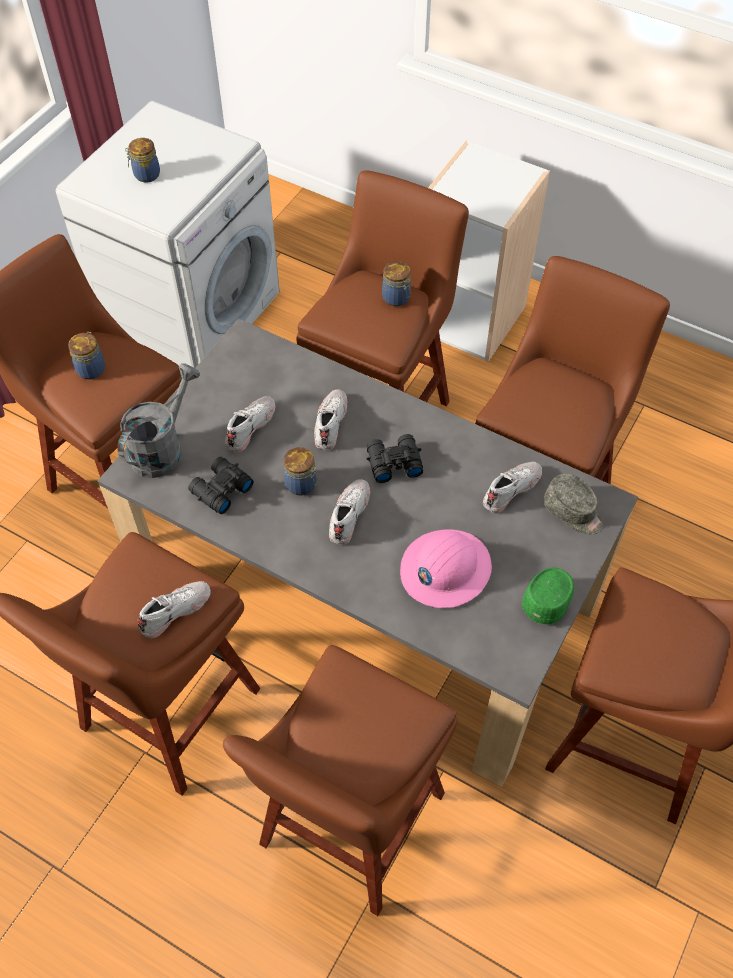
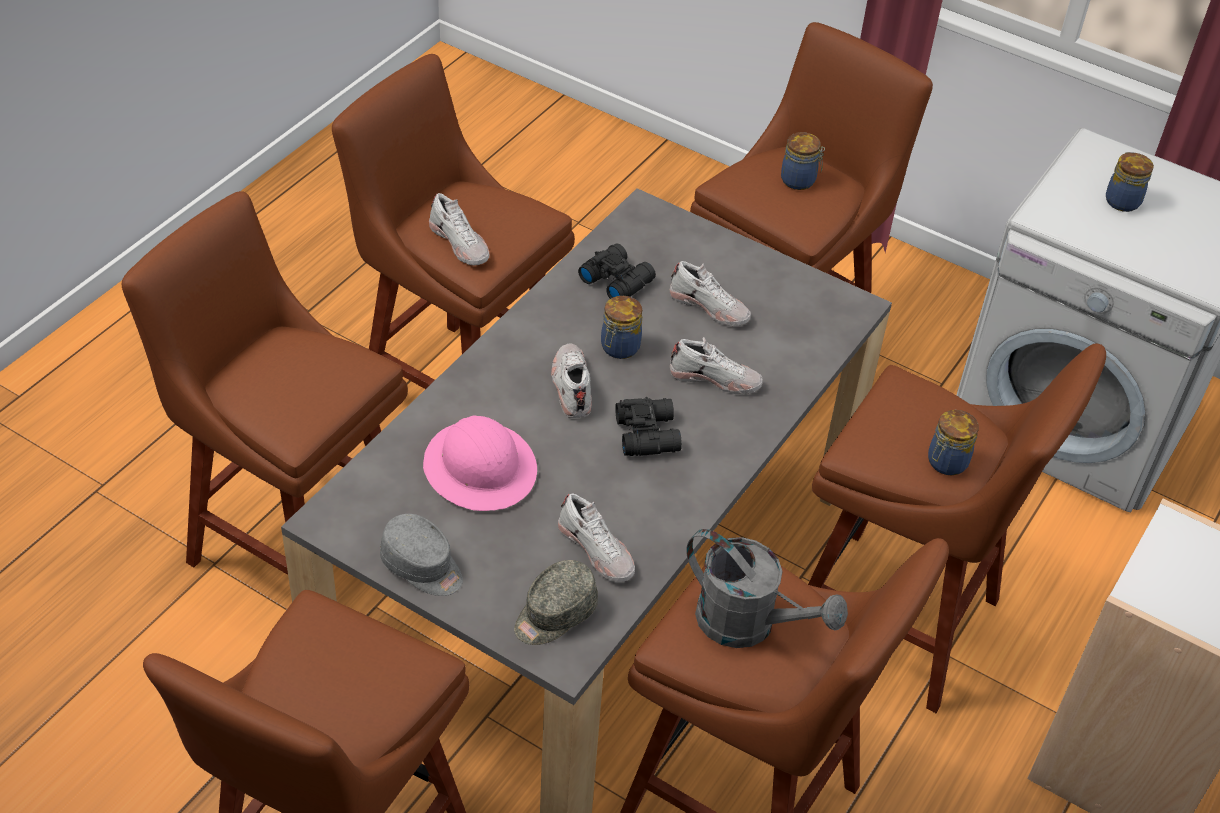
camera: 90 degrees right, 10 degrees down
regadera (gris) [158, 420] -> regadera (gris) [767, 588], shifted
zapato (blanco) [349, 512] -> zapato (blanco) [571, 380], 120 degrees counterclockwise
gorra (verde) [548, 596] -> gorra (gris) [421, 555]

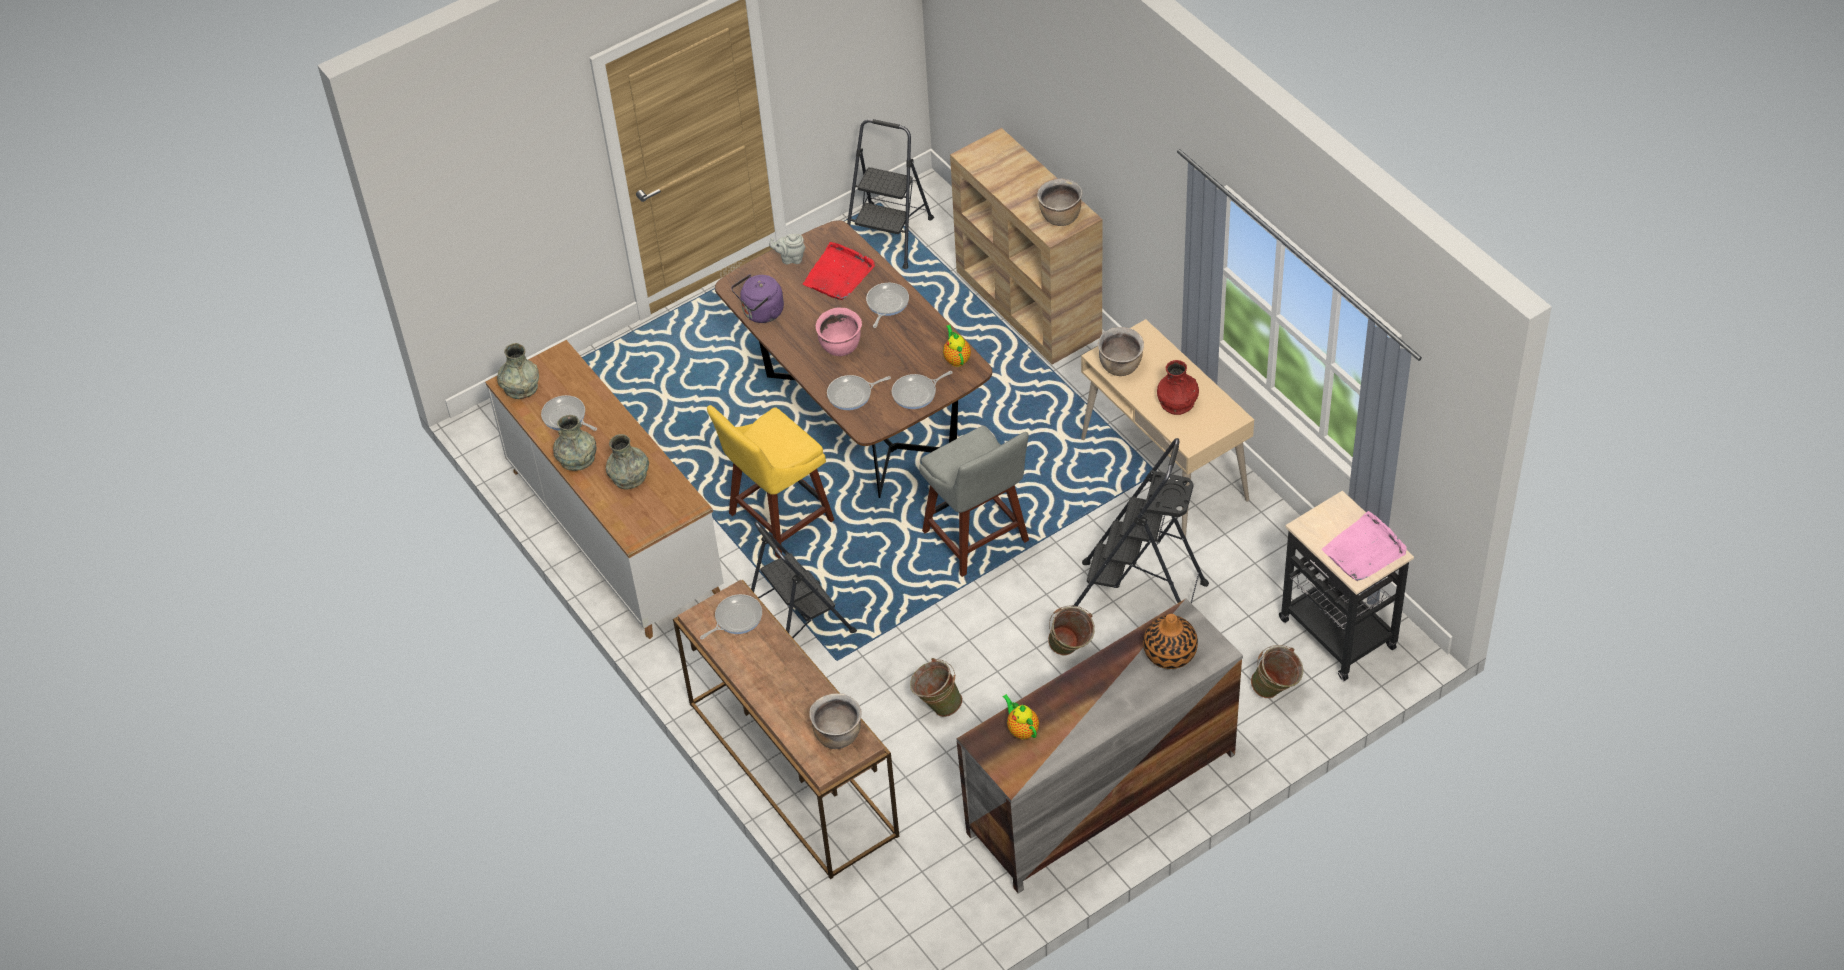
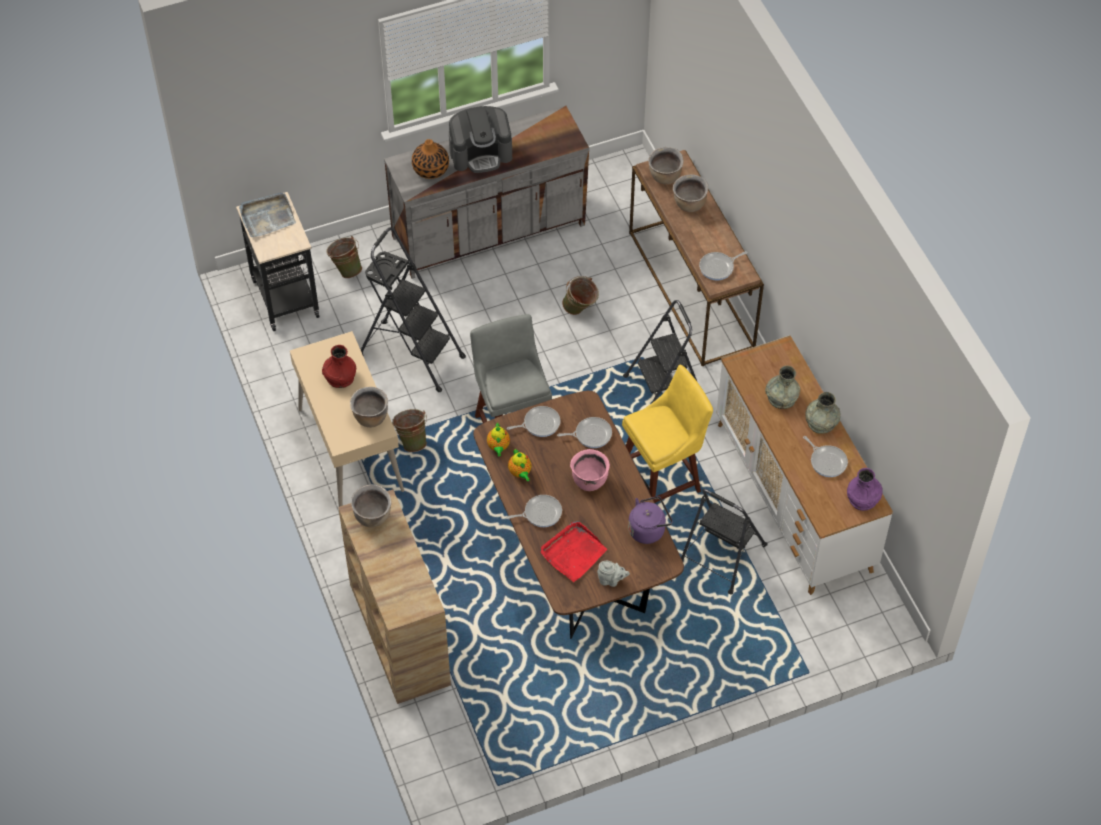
camera: 170 degrees left, 5 degrees up
escalera de tijera (negro) [890, 194] -> escalera de tijera (negro) [724, 541], shifted
sartén [887, 305] -> sartén [534, 511], 135 degrees counterclockwise
florero (gris) [518, 371] -> florero (morado) [865, 489]
bandeja (rosa) [1364, 546] -> bandeja (gris) [267, 215]
cubo (verde) [1071, 631] -> cubo (verde) [409, 430], shifted
tetera [1020, 717] -> tetera [520, 465], shifted
none -> cafetera [480, 139]
none -> olla (marrón) [690, 193]

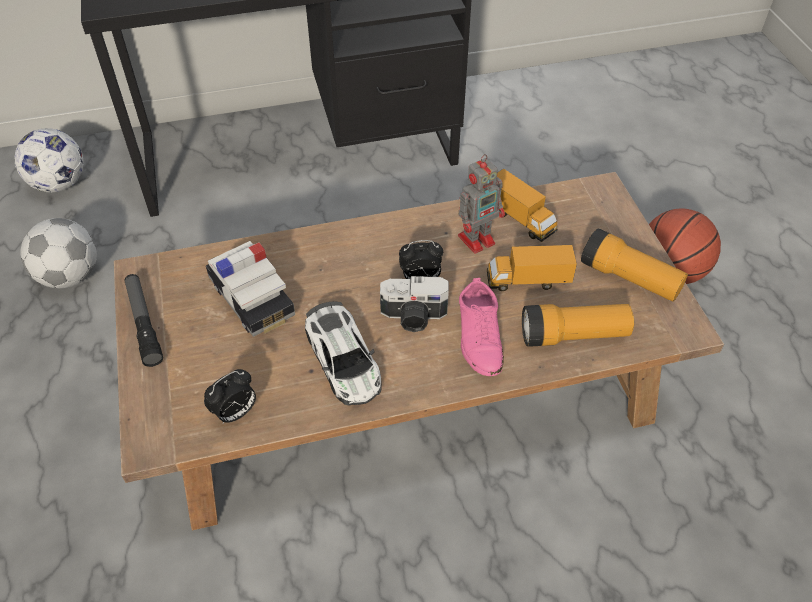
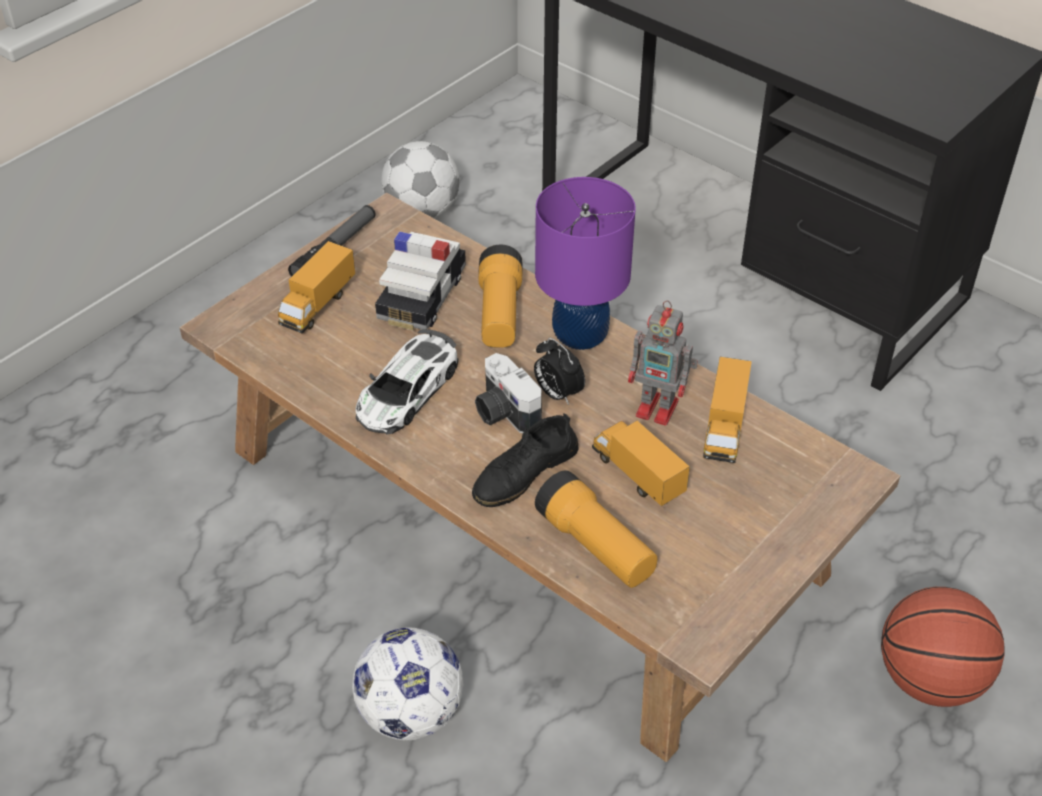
camera: 55 degrees right, 5 degrees down
balón de fútbol [49, 160] -> balón de fútbol [407, 684], shifted
linterna [634, 265] -> linterna [500, 296], shifted
zapato (rosa) [481, 327] -> zapato (negro) [525, 460]
despertador [230, 396] -> none
none -> lámpara de mesa (morado) [585, 263]
none -> camión de juguete [316, 287]

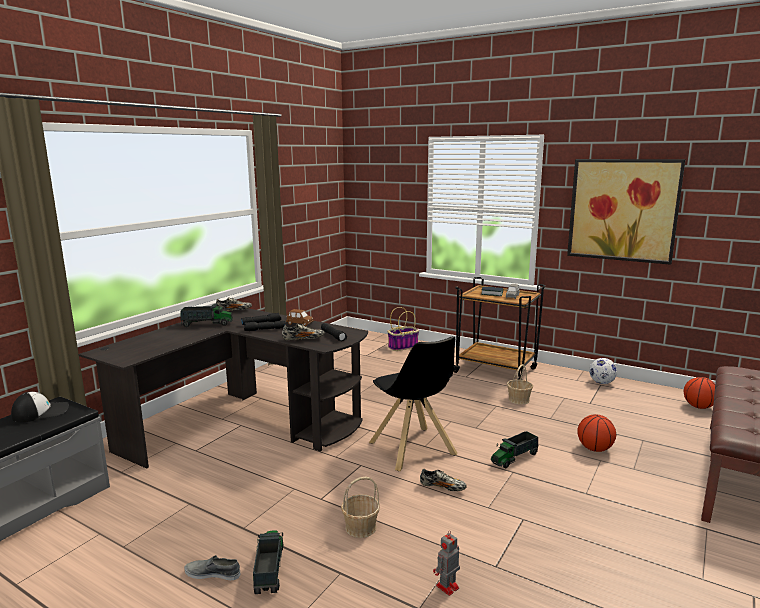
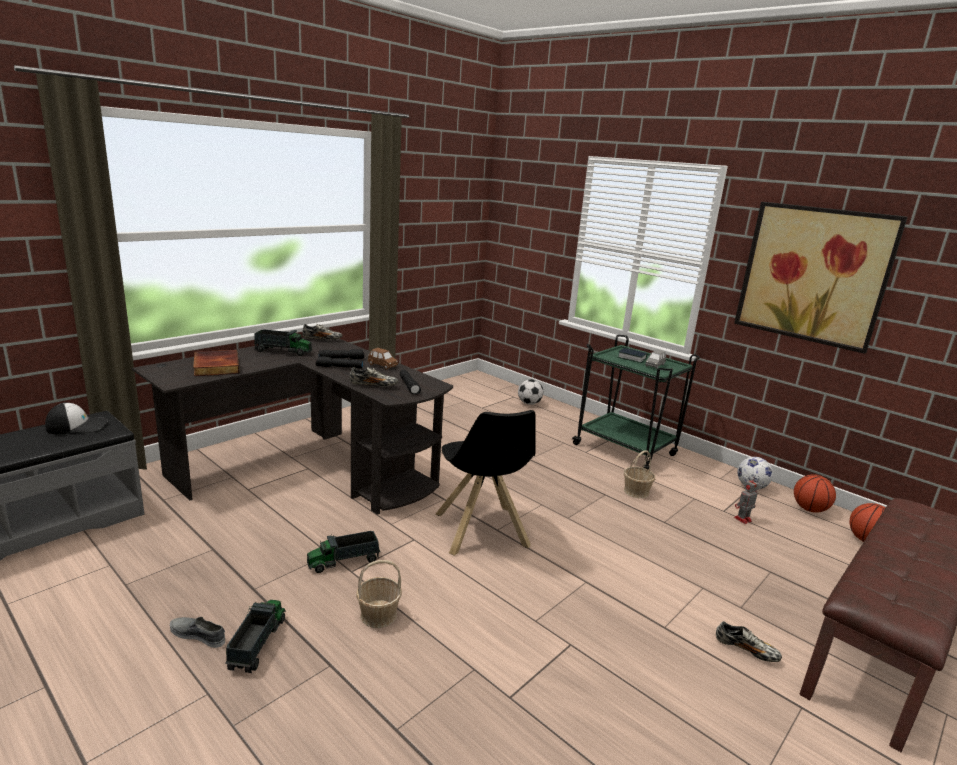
camera: 10 degrees right, 5 degrees up
carrito (marrón) [499, 328] -> carrito (verde) [635, 402]
cesta [403, 329] -> balón de fútbol [530, 392]
balón de baloncesto [596, 433] -> balón de baloncesto [815, 494], shifted
camión de juguete [515, 449] -> camión de juguete [344, 552], shifted
zapato [443, 480] -> zapato [749, 641], shifted
robot de juguete [446, 563] -> robot de juguete [746, 501], shifted
none -> libro [216, 363]

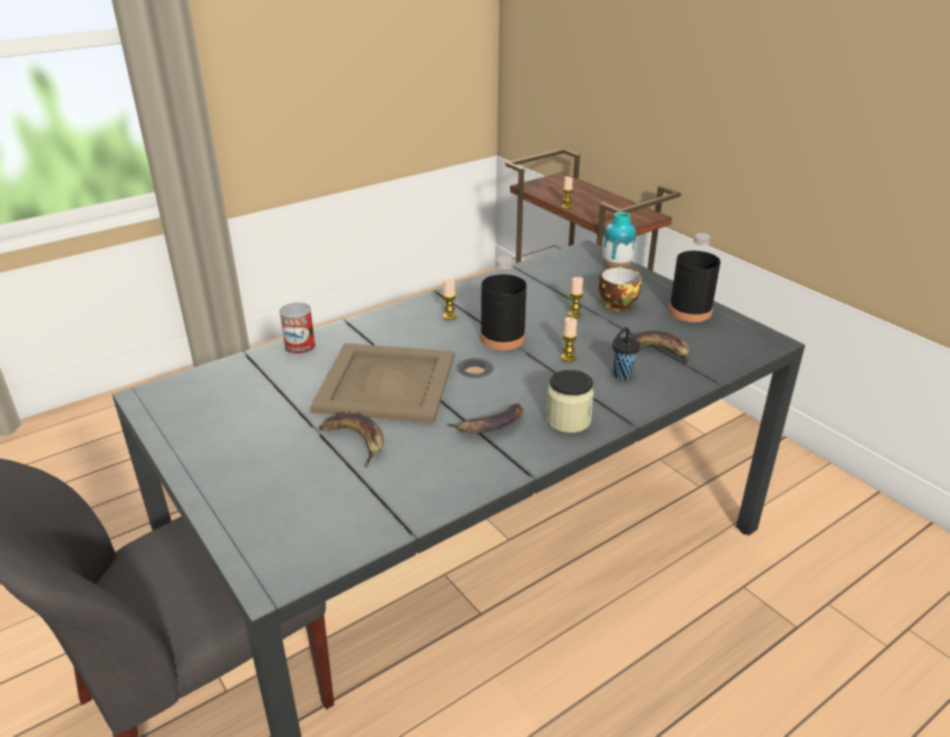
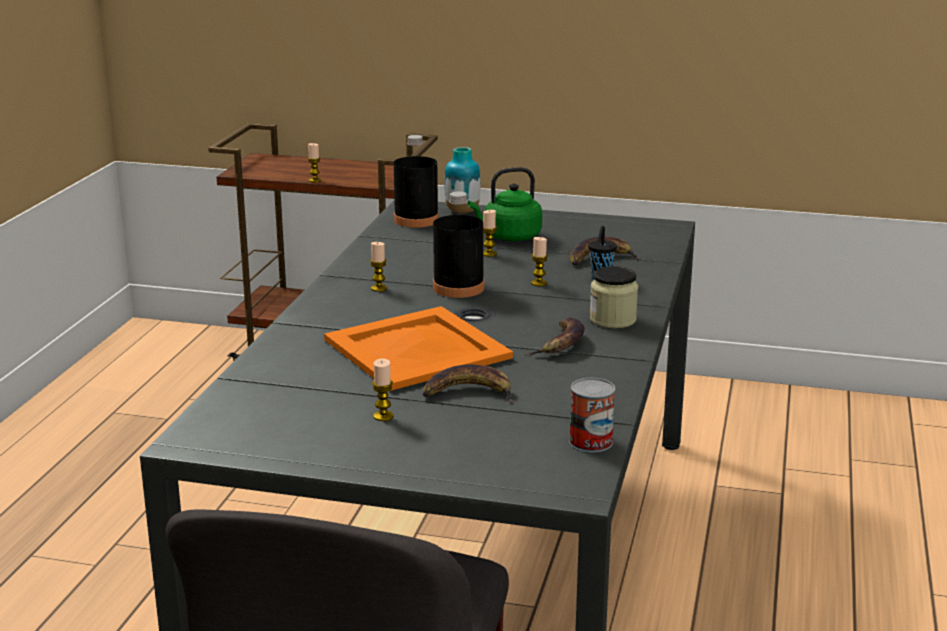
camera: 40 degrees left, 10 degrees down
botella (negro) [695, 277] -> botella (negro) [416, 181], shifted
taza [620, 289] -> hervidor (verde) [505, 204]
lata [297, 328] -> lata [592, 415], shifted
bandeja (beis) [382, 383] -> bandeja (naranja) [418, 348]
none -> vela [383, 389]

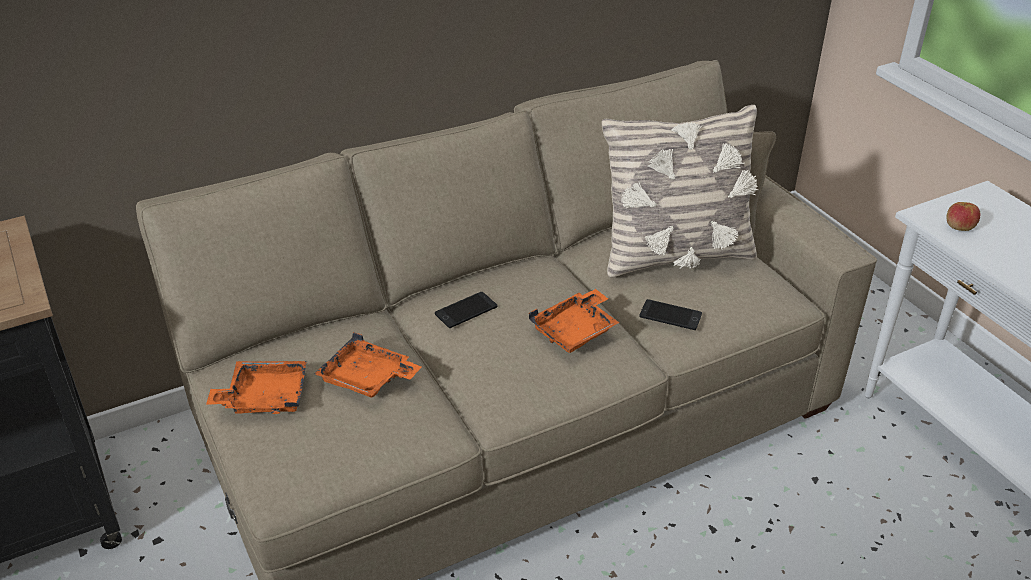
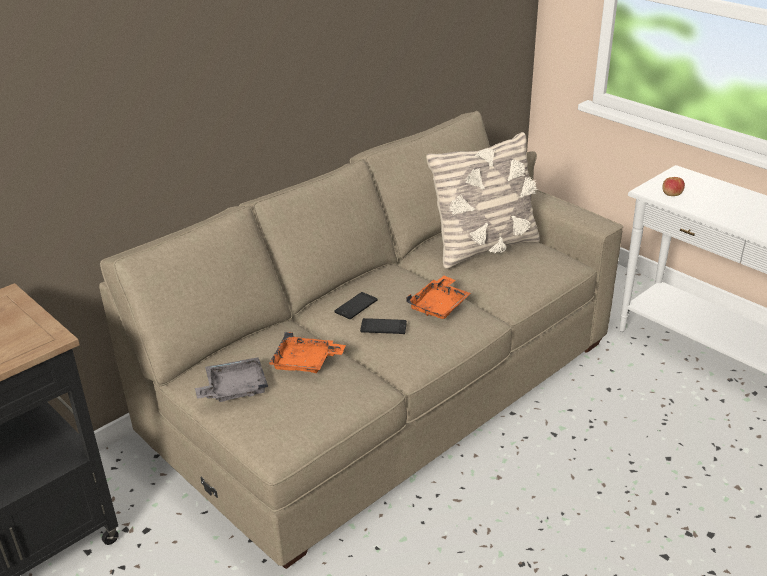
camera: 15 degrees left, 5 degrees down
móvil [670, 314] -> móvil [383, 326], shifted
bandeja (naranja) [256, 387] -> bandeja (gris) [231, 379]

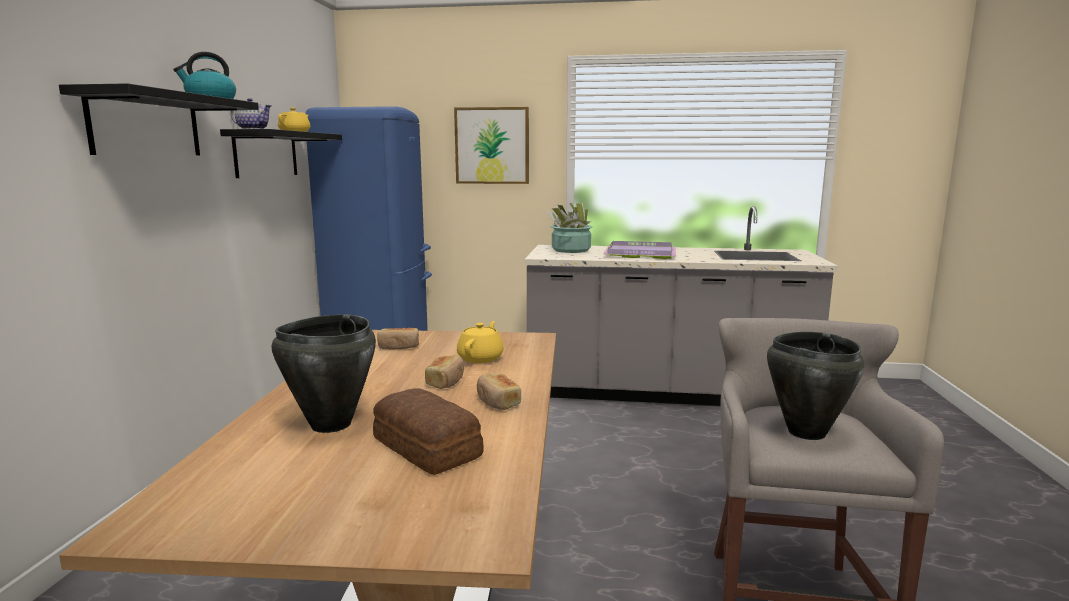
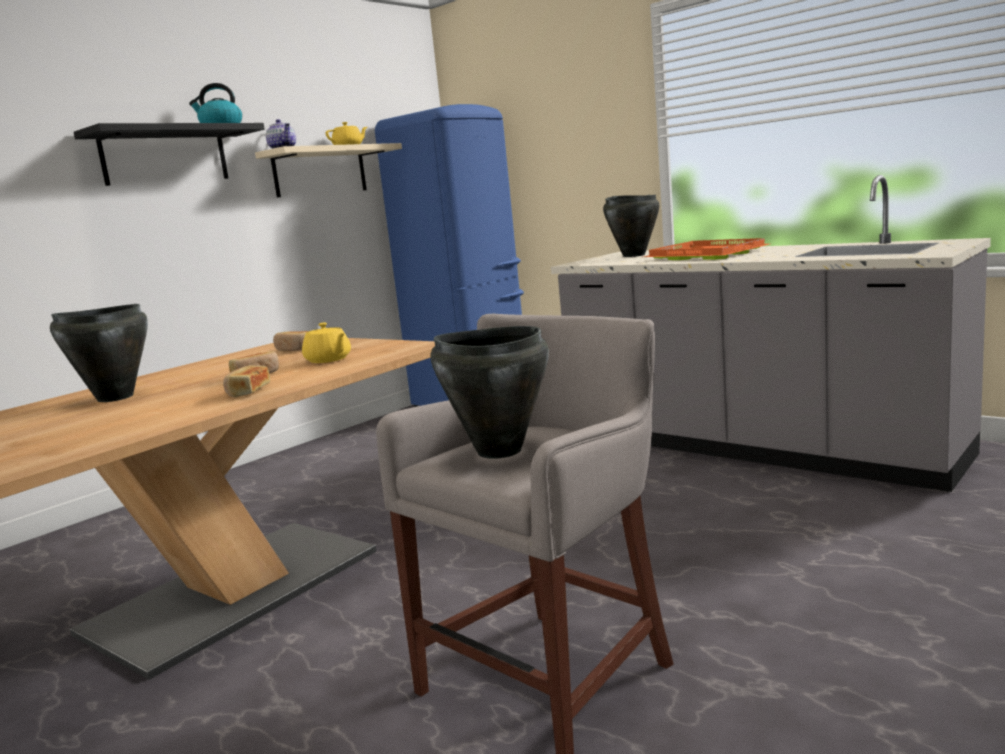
camera: 35 degrees right, 0 degrees up
cuadro [491, 145] -> none
estante (negro) [281, 153] -> estante (beis) [328, 170]
planta en maceta [569, 227] -> olla (negro) [631, 226]
bandeja (morado) [639, 250] -> bandeja (naranja) [706, 249]
tetera (amarillo) [480, 342] -> tetera (amarillo) [326, 342], 90 degrees clockwise
pan [428, 431] -> none

